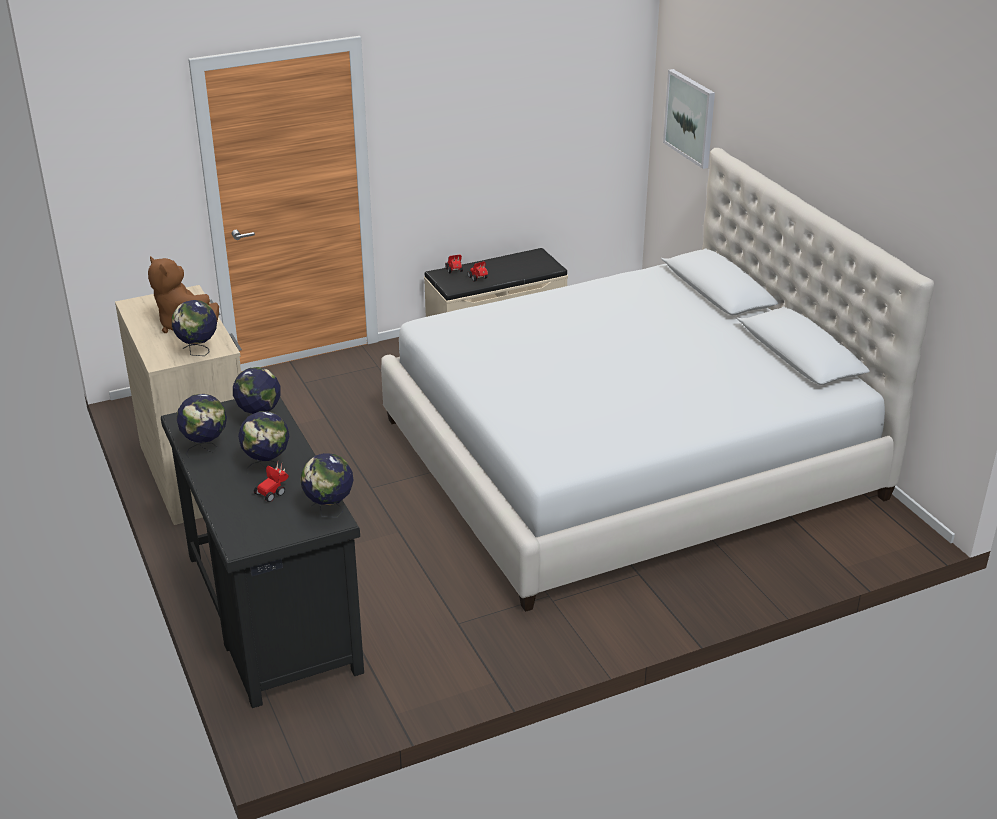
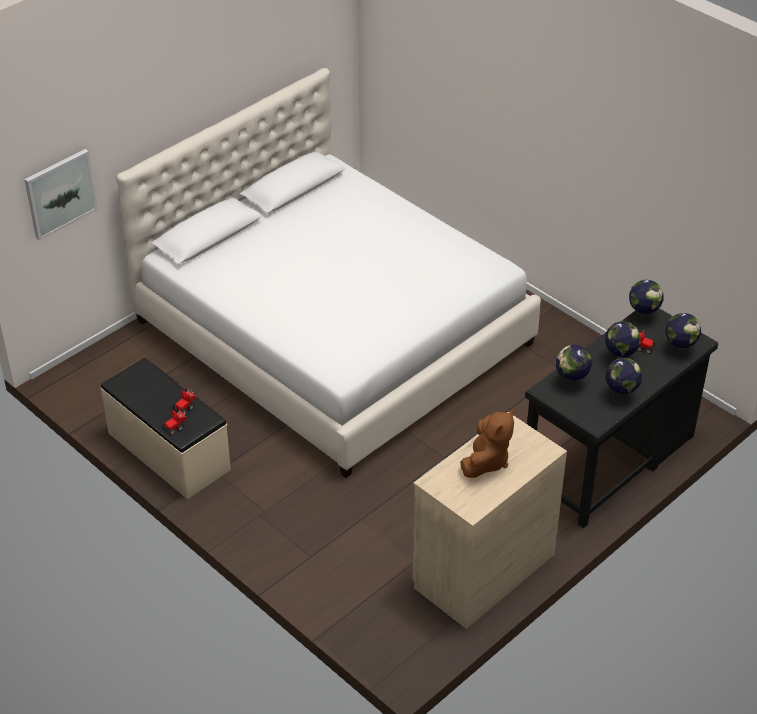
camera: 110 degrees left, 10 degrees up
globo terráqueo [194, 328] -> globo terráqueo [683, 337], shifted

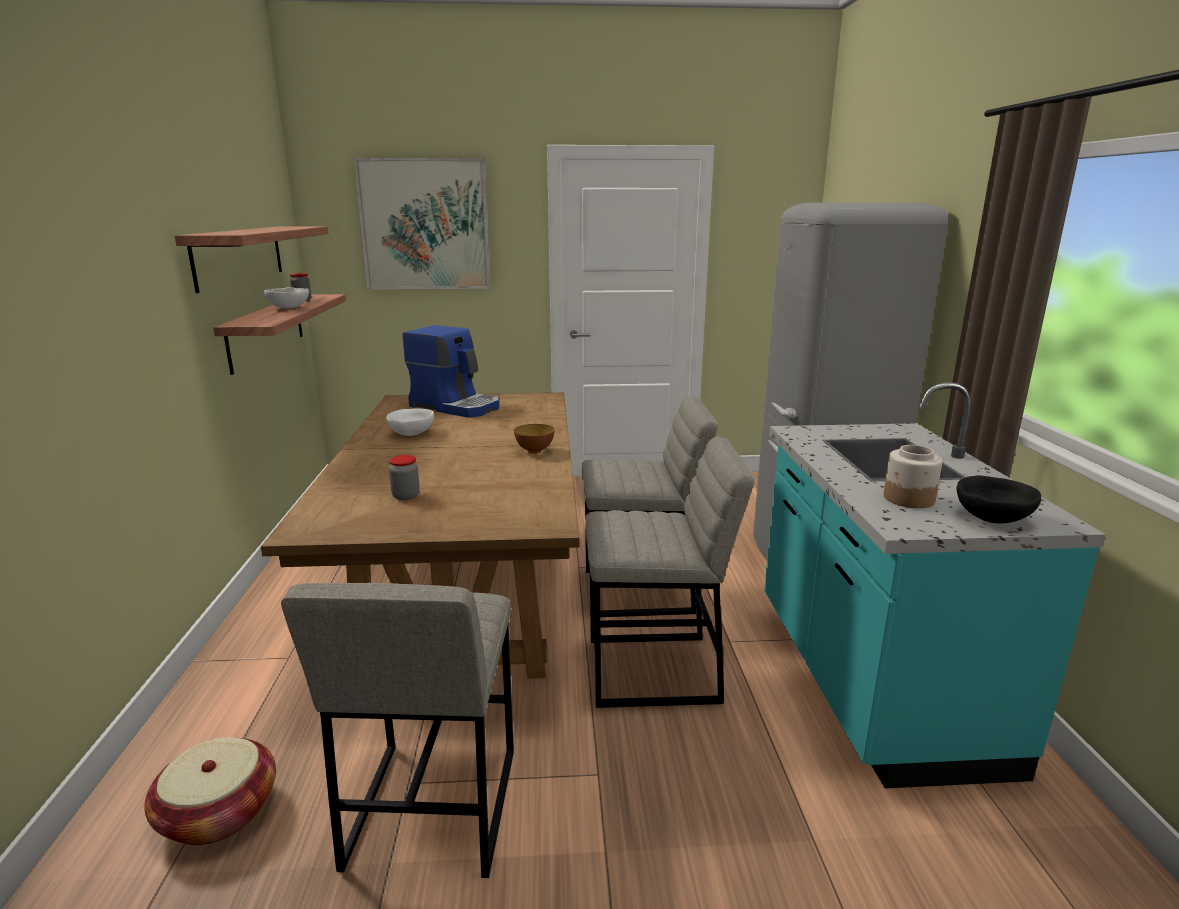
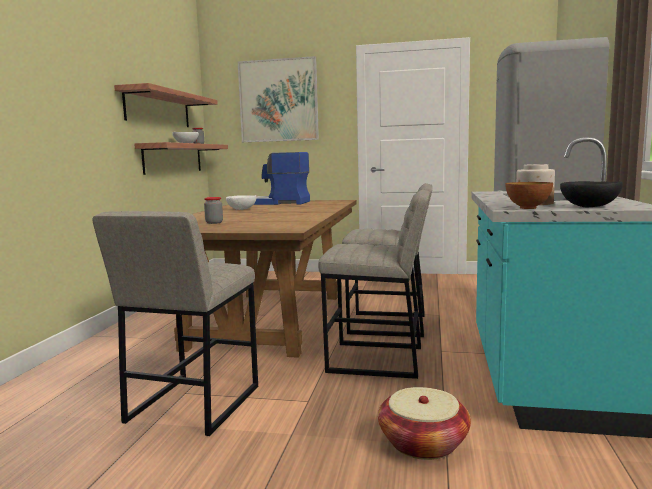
camera: 15 degrees right, 10 degrees down
cafetera [451, 371] -> cafetera [282, 178], 150 degrees clockwise
cuenco [534, 439] -> cuenco [529, 195], shifted
cesta [210, 791] -> cesta [424, 423], shifted

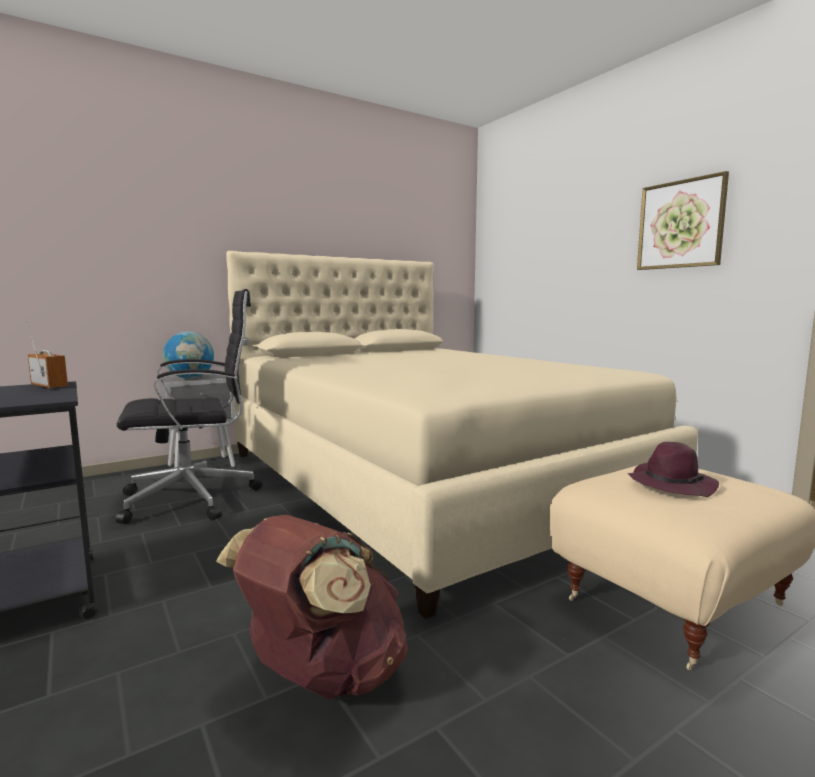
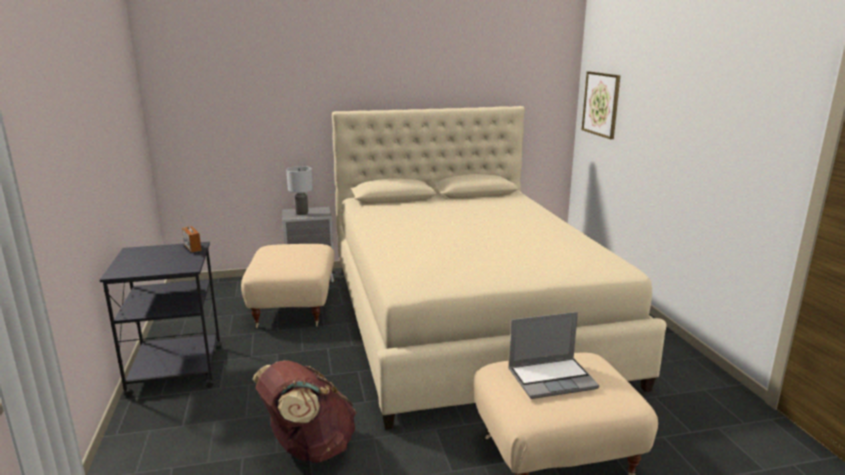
camera: 20 degrees right, 10 degrees up
cuadro [683, 220] -> cuadro [601, 105], shifted
silla de oficina (negro) [189, 406] -> puf (beis) [288, 286]
globo terráqueo [188, 355] -> lámpara de mesa (blanco) [299, 190]
sombrero (morado) [673, 469] -> portátil [553, 355]

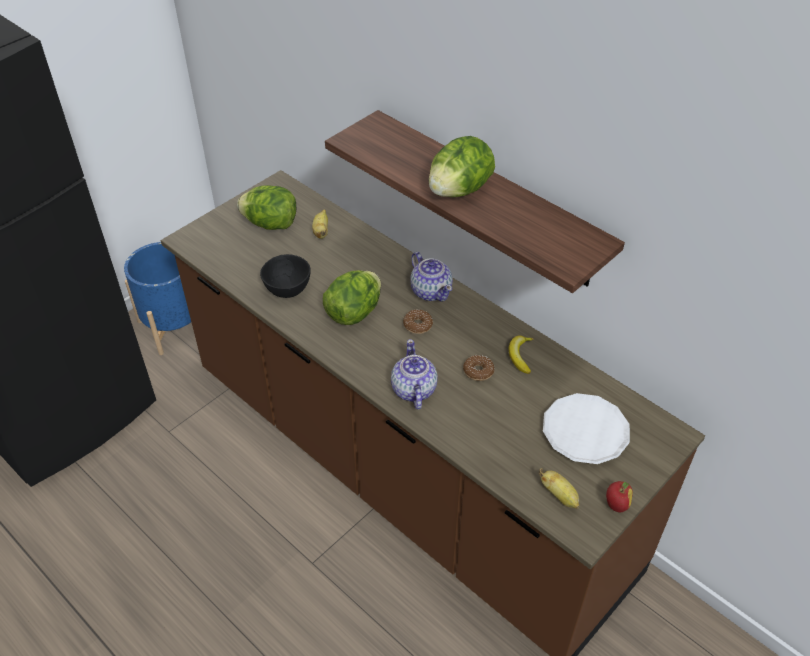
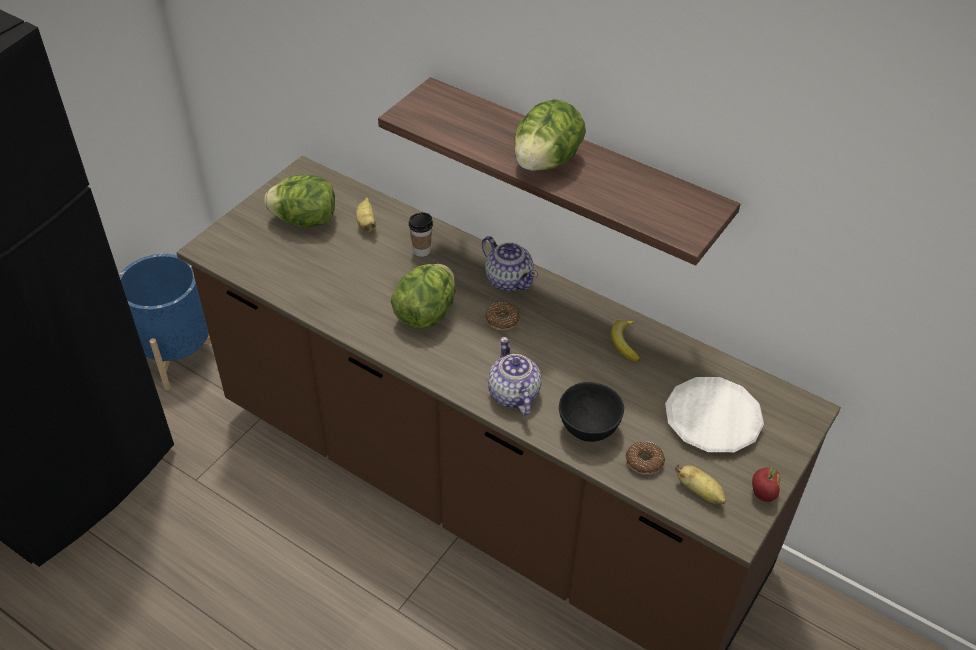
camera: 10 degrees left, 0 degrees up
cuenco (negro) [285, 276] -> cuenco (negro) [591, 412], shifted
rosquilla [479, 368] -> rosquilla [645, 458], shifted
none -> taza [420, 234]

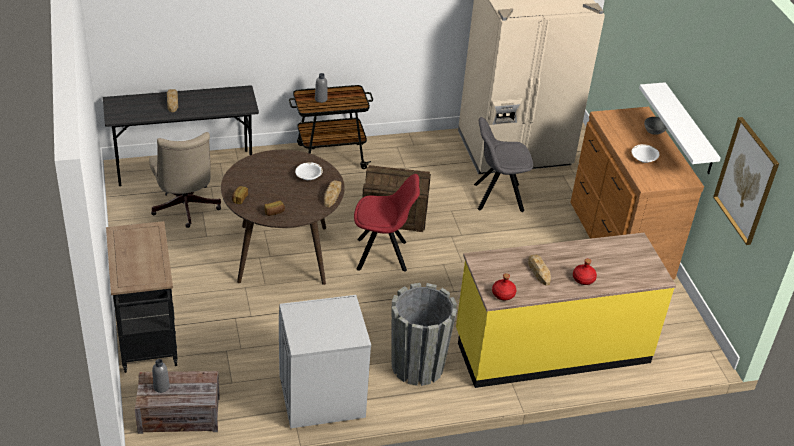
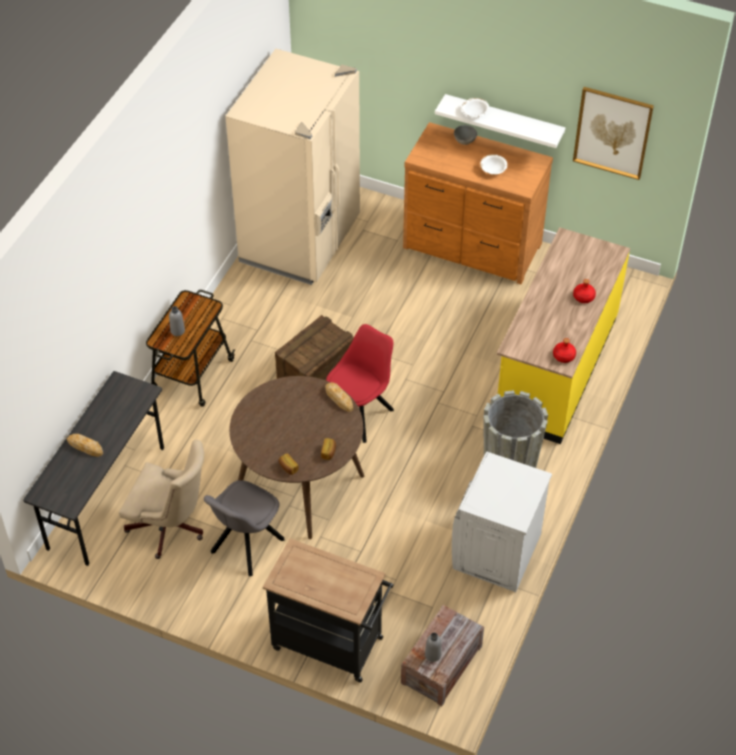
camera: 50 degrees left, 10 degrees up
silla (gris) [503, 164] -> silla (gris) [244, 528], shifted
cuenco (blanco) [309, 171] -> cuenco (blanco) [475, 108], shifted
pan [539, 270] -> none

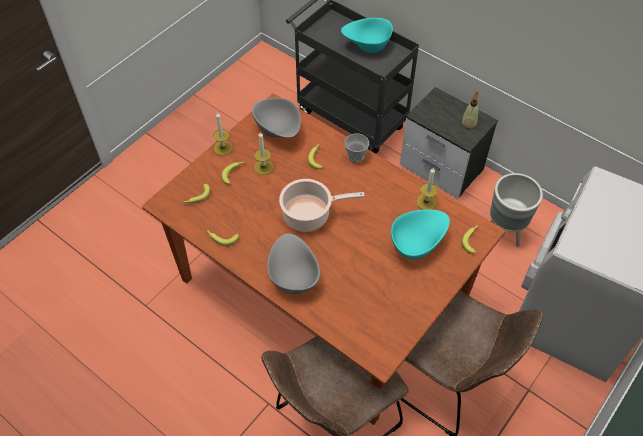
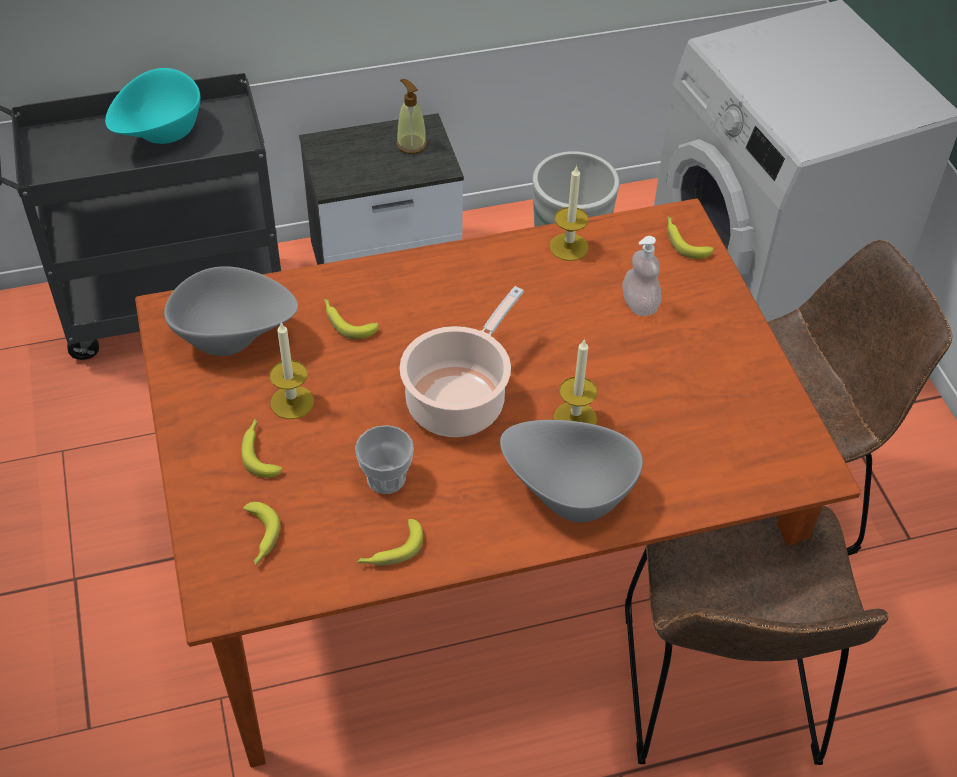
camera: 55 degrees left, 5 degrees down
vela [223, 133] -> vela [575, 382], shifted
taza [357, 148] -> taza [384, 459], shifted
cuenco (turquesa) [420, 234] -> dispensador de jabón [641, 276]

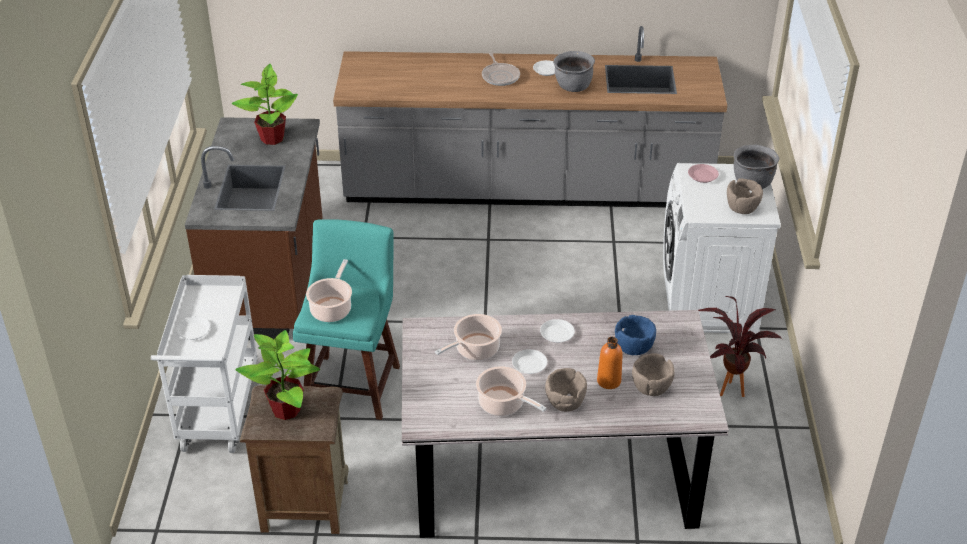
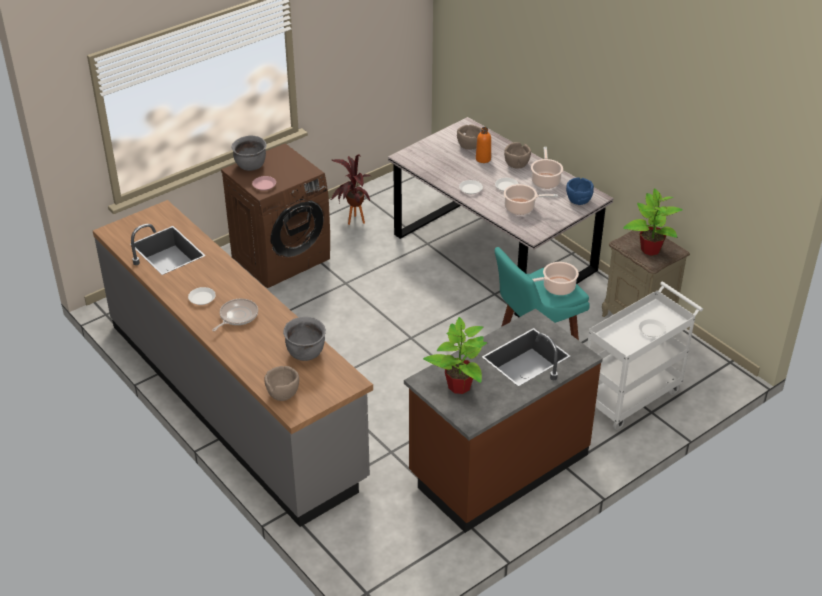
camera: 130 degrees left, 0 degrees up
olla (gris) [574, 71] -> olla (gris) [304, 339], shifted
lavadora (blanco) [722, 248] -> lavadora (marrón) [275, 215]
cuenco (marrón) [745, 196] -> cuenco (marrón) [281, 383], shifted
cuenco (azul) [635, 335] -> cuenco (azul) [580, 191], shifted

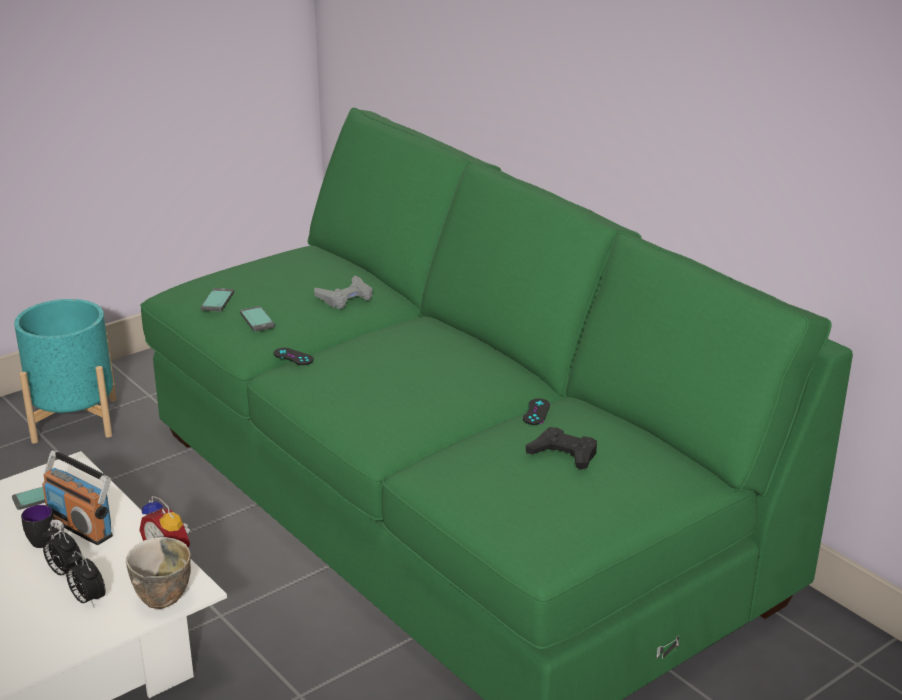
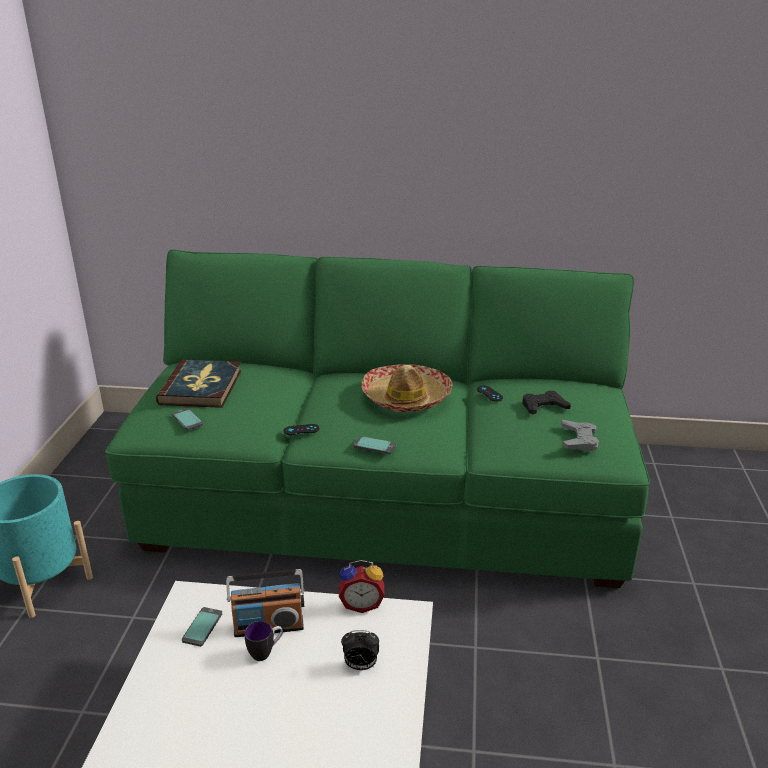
camera: 45 degrees left, 0 degrees up
mando de consola (gris) [343, 292] -> mando de consola (gris) [580, 435], shifted
móvil [257, 319] -> móvil [374, 445], shifted
despertador [63, 550] -> none
cuenco [158, 573] -> none
none -> libro [198, 384]
none -> sombrero [407, 388]

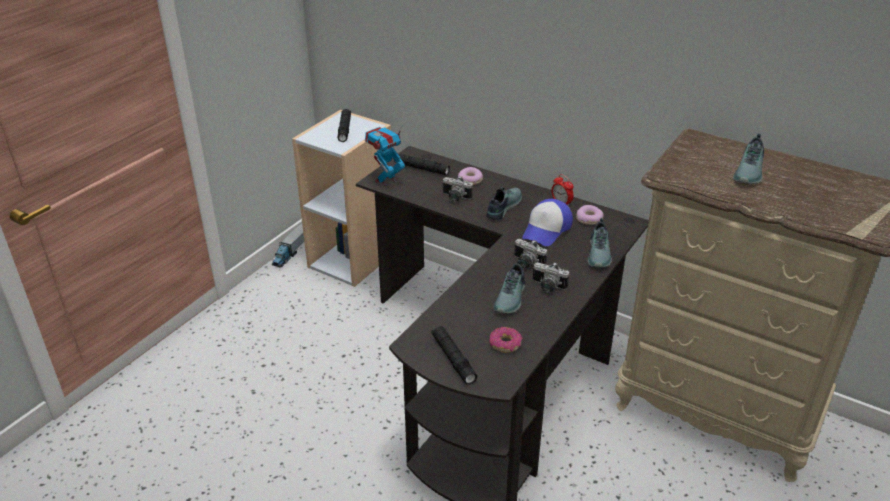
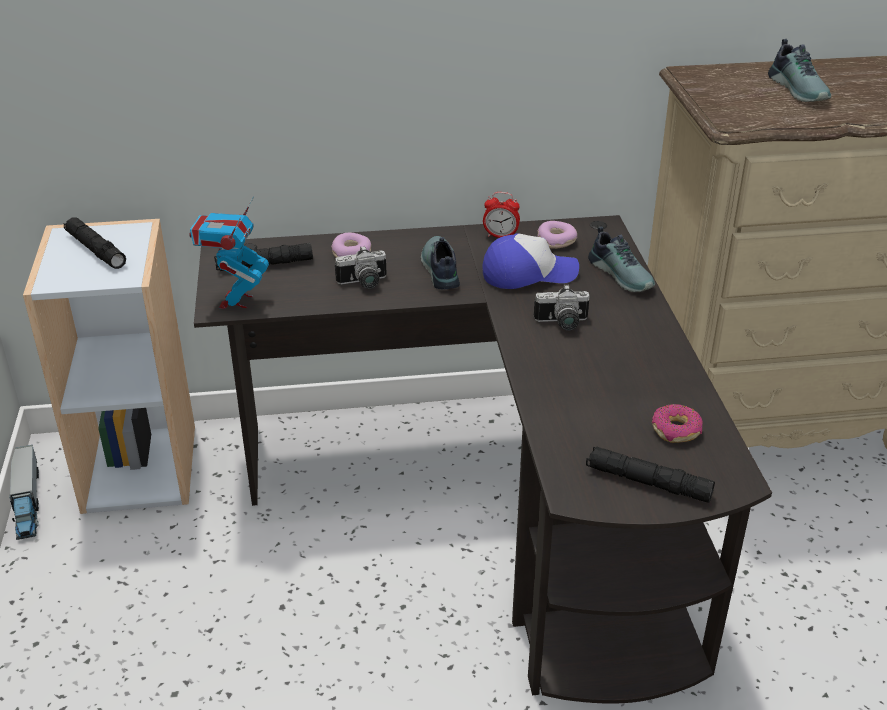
camera: 40 degrees left, 0 degrees up
gorra [547, 222] -> gorra [530, 261], 90 degrees counterclockwise
zapato [509, 287] -> none
cámara [551, 277] -> none

